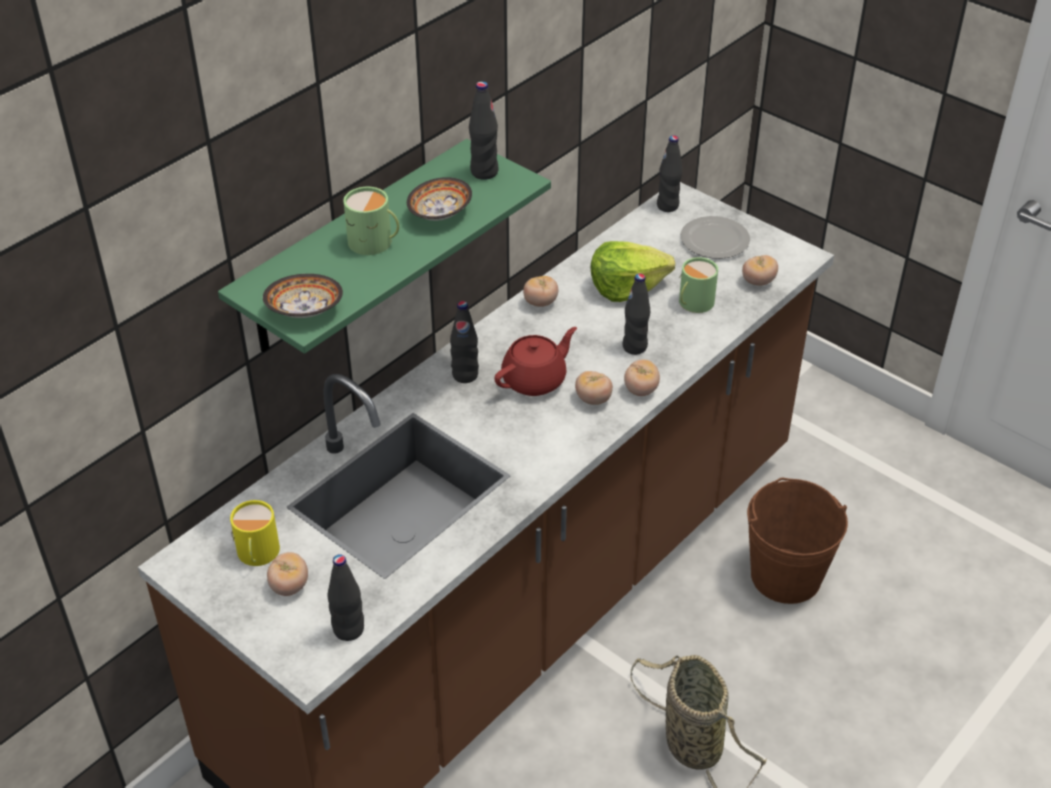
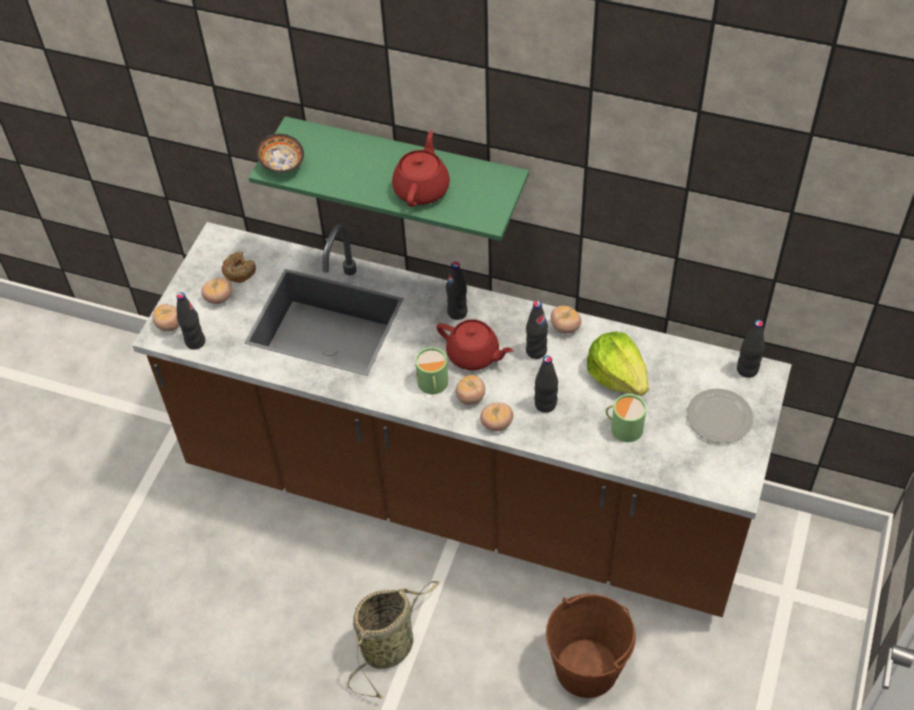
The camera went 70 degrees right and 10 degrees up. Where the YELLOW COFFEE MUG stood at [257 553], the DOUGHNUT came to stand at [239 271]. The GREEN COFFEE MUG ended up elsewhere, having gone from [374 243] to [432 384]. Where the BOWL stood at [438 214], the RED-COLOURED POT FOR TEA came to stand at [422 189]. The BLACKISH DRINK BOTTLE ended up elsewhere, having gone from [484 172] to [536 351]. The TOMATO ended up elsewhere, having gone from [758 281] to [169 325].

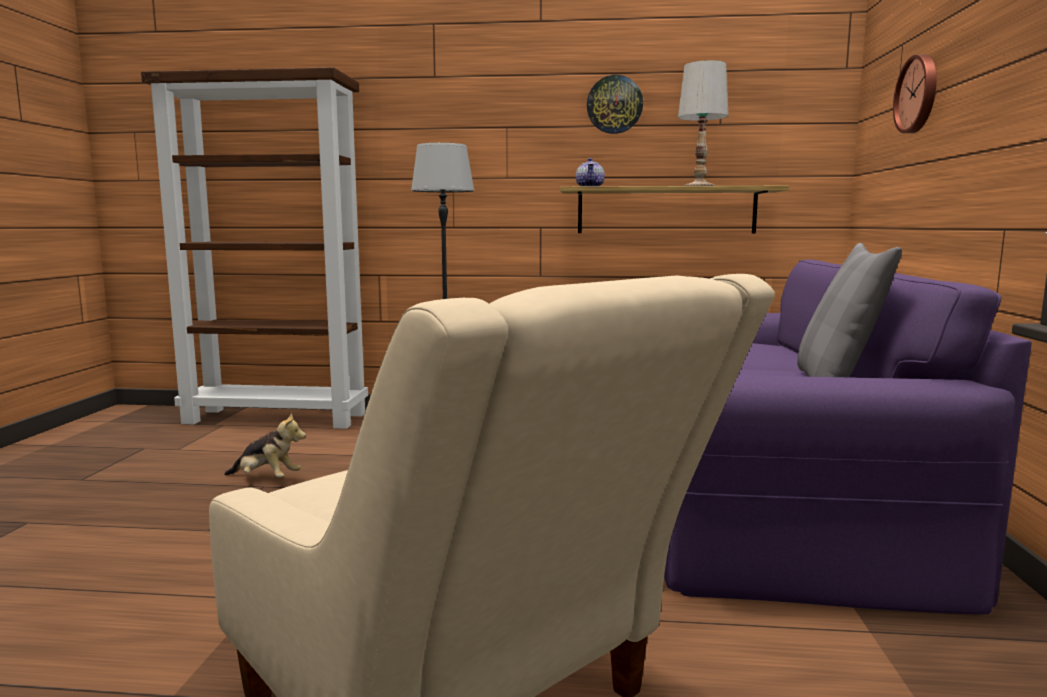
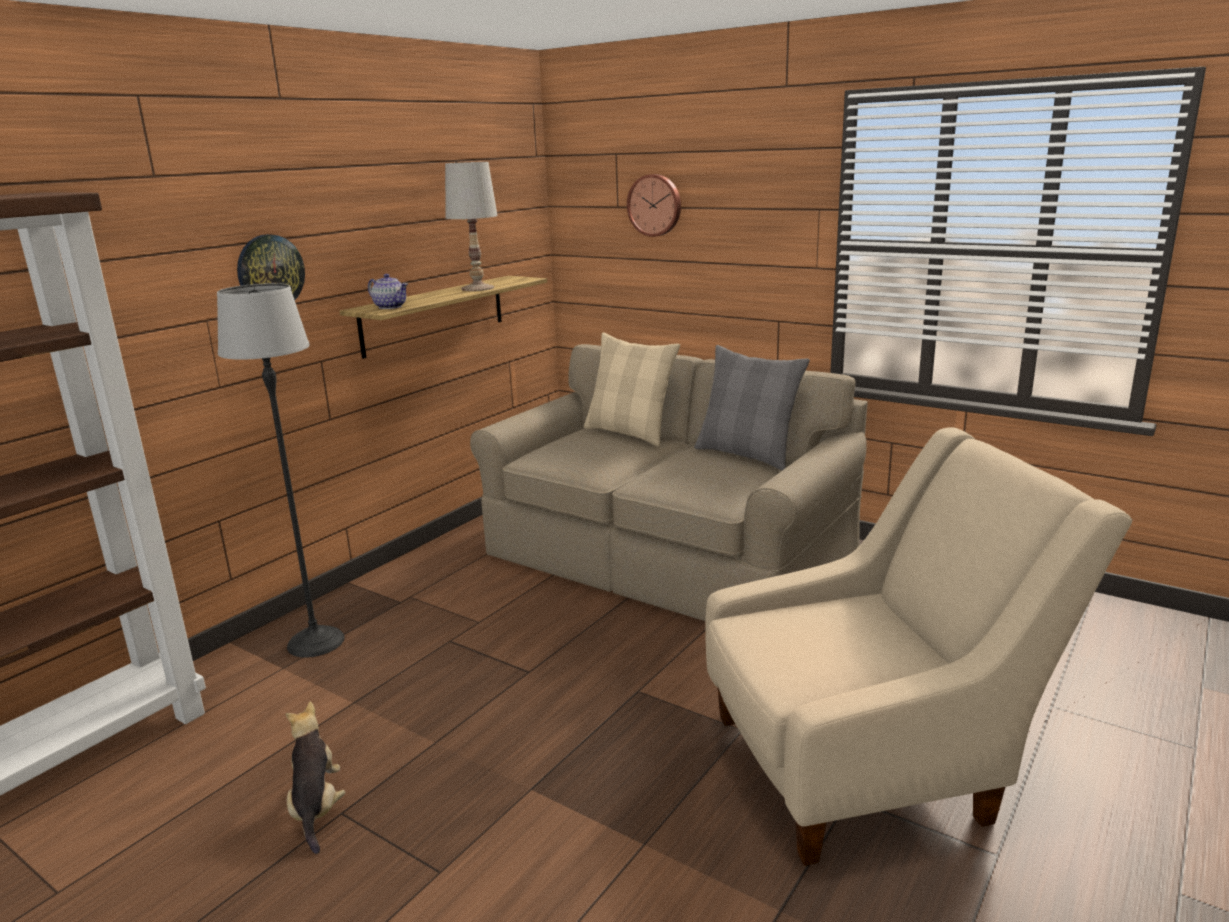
The camera went 60 degrees left and 10 degrees up. The PLUSH TOY at [266 479] ended up facing another way, 60 degrees counterclockwise from before. The HANGING CLOCK ended up elsewhere, having gone from [614 104] to [270 271]. What was the PURPLE-COLOURED SETTEE at [760 498] turned into the BEIGE-COLOURED SETTEE at [668 555]. The second view gained the BEIGE-COLOURED THROW PILLOW at [629 433].

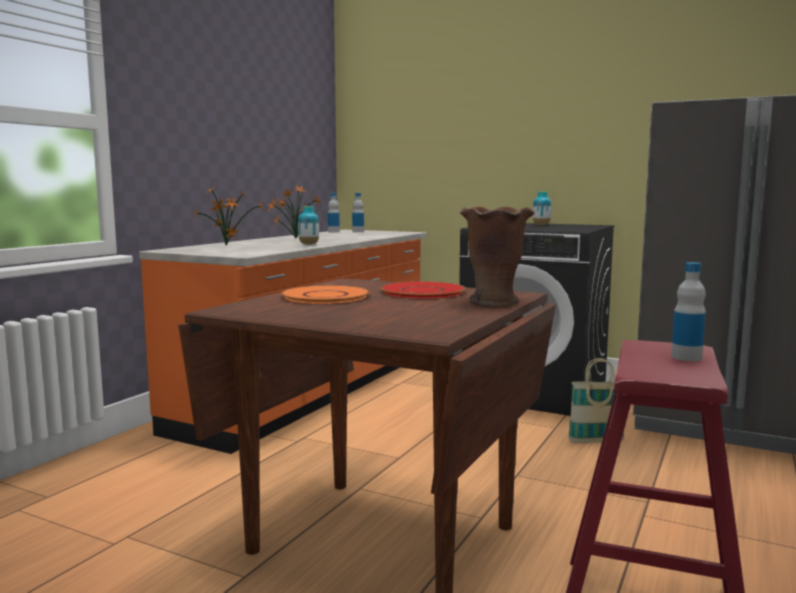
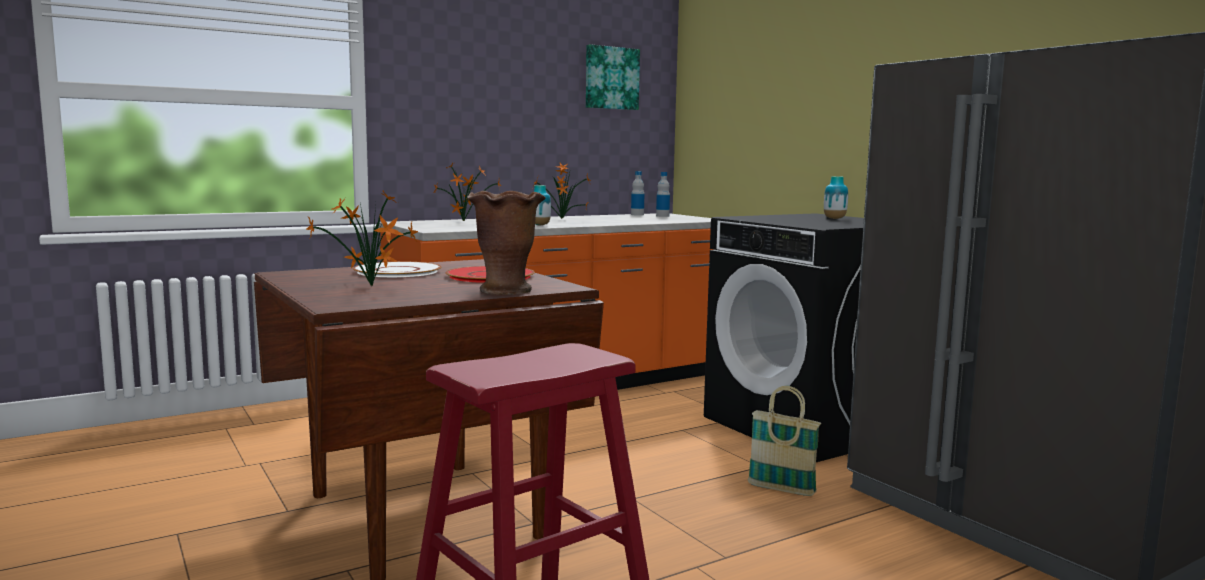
The camera went 30 degrees right and 0 degrees up. What was the ORANGE DINNER PLATE at [325 296] turned into the WHITE DINNER PLATE at [397 271]. The second view lost the DRINK BOTTLE at [686 357]. The second view gained the HOUSEPLANT at [371 287]. The second view gained the PICTURE at [611 78].

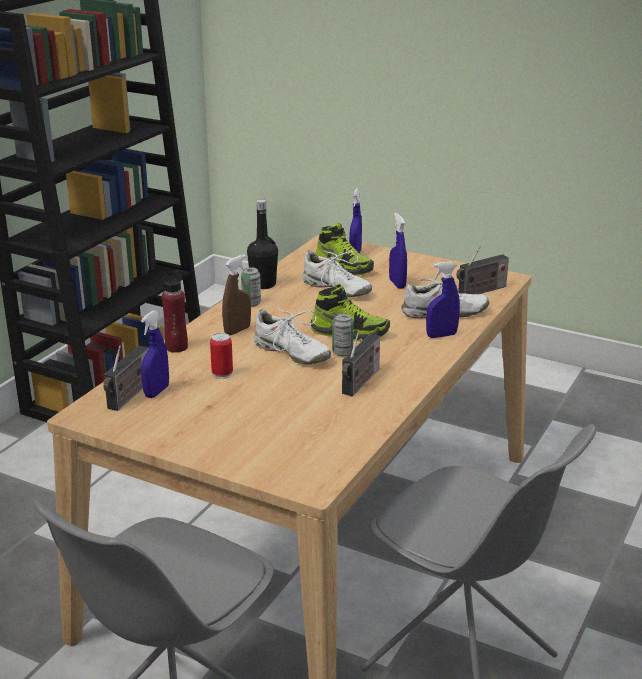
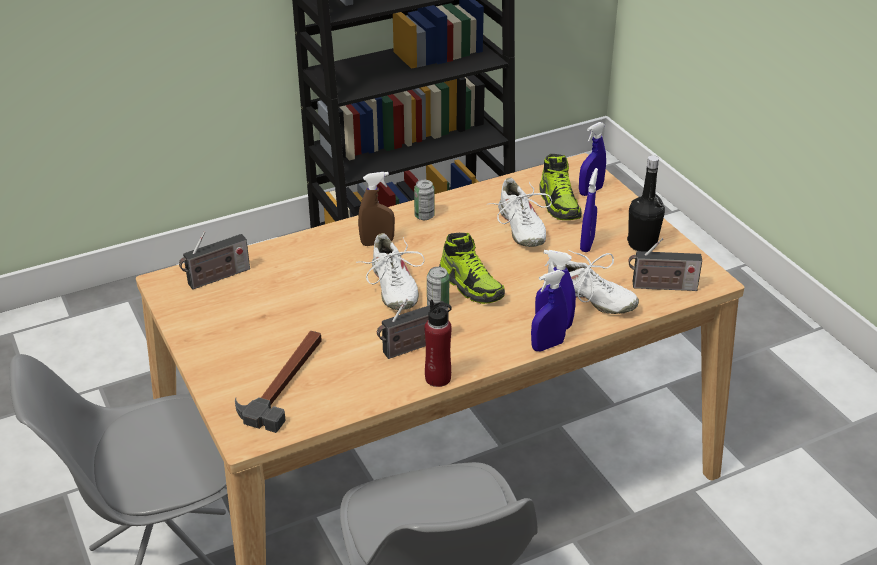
The camera went 35 degrees right and 10 degrees up. The BLUE SPRAY BOTTLE ended up elsewhere, having gone from [156 392] to [547 345]. The RED-COLOURED DRINK BOTTLE ended up elsewhere, having gone from [176 347] to [438 378]. The second view lost the CAN at [222 374]. The BLACKISH DRINK BOTTLE ended up elsewhere, having gone from [263 284] to [642 244]. The second view gained the HAMMER at [285 381].

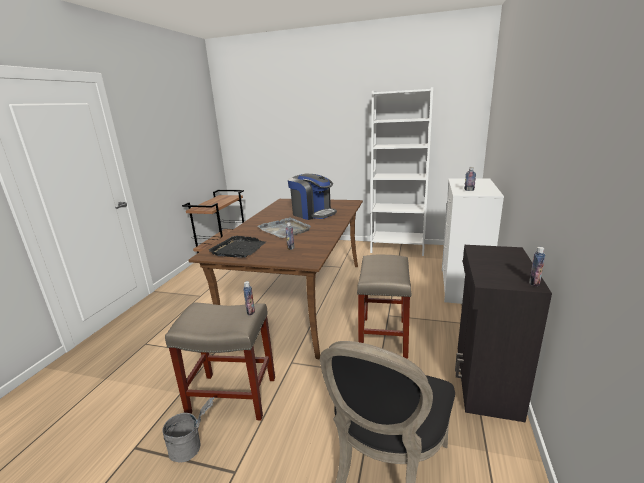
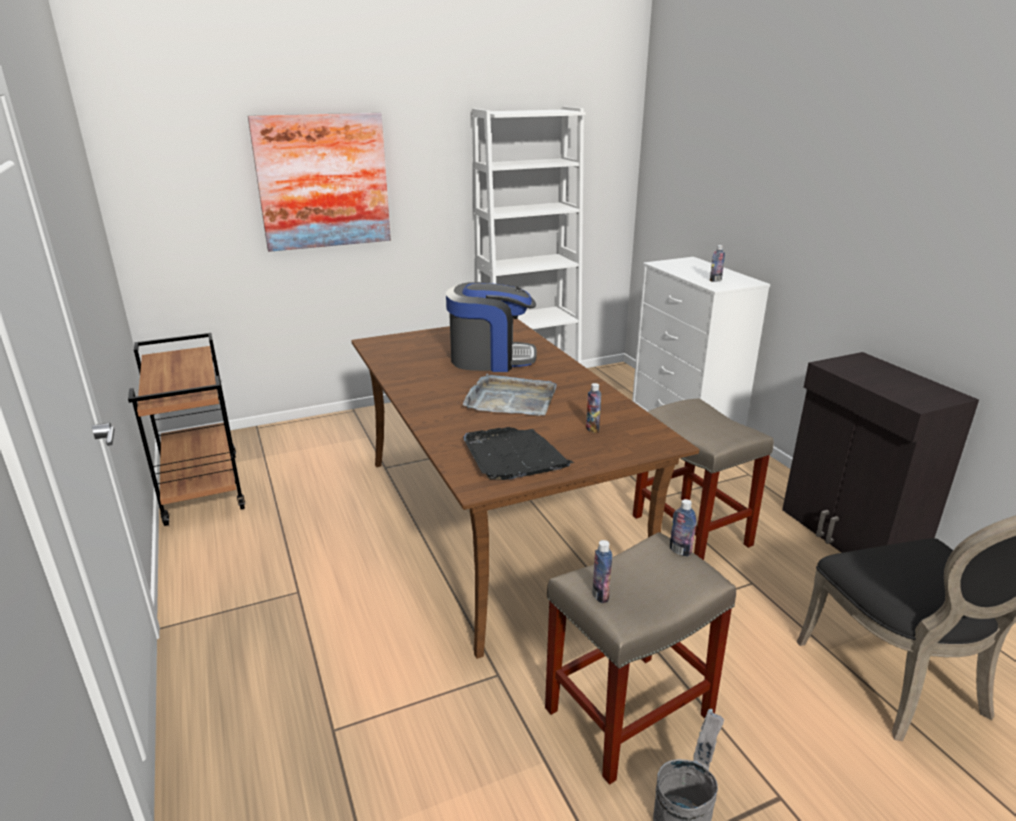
The camera went 40 degrees left and 5 degrees up. The DRINK BOTTLE ended up elsewhere, having gone from [534 283] to [600 595]. The second view gained the PICTURE at [323 182].

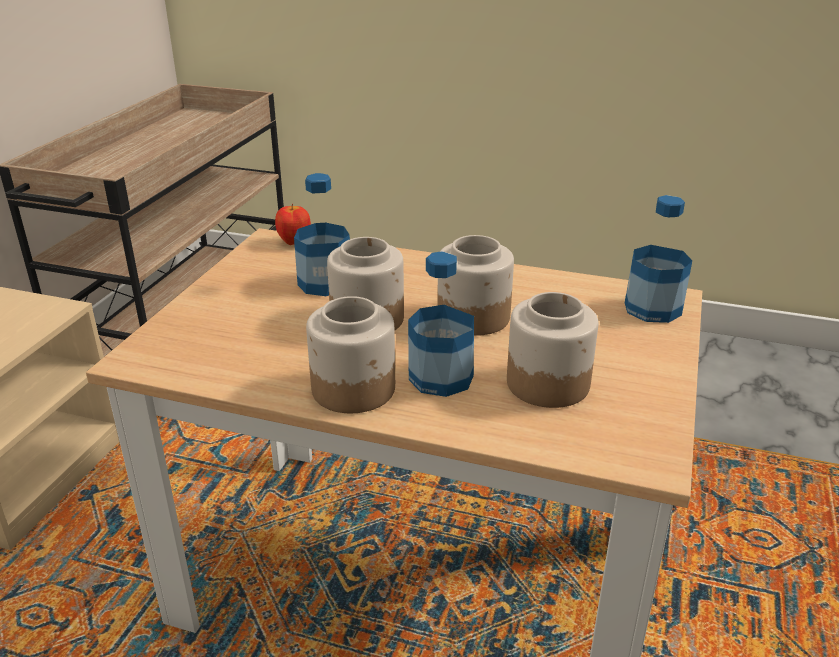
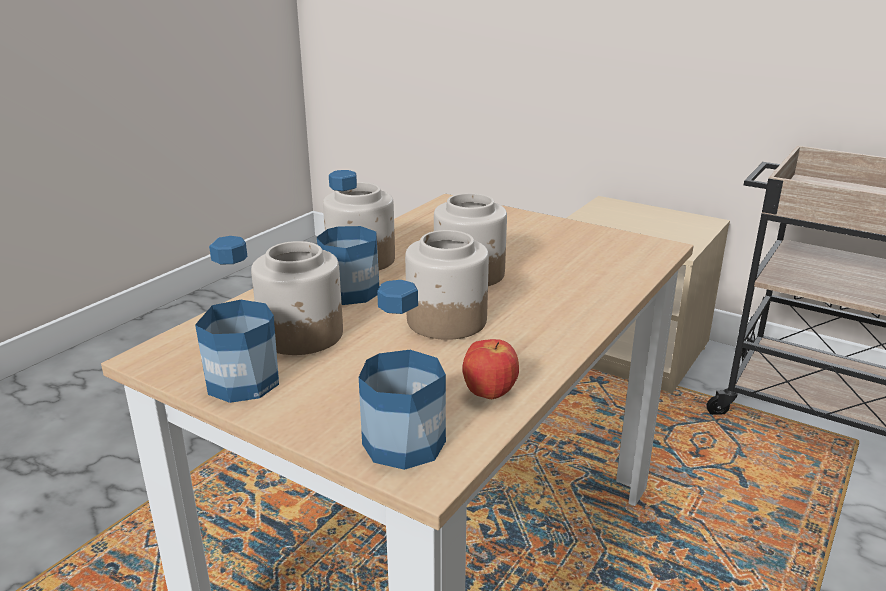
The camera went 105 degrees right and 5 degrees down. The WHOLE APPLE ended up elsewhere, having gone from [294 243] to [490 394]. The DRINK BOTTLE ended up elsewhere, having gone from [324 283] to [243 382].

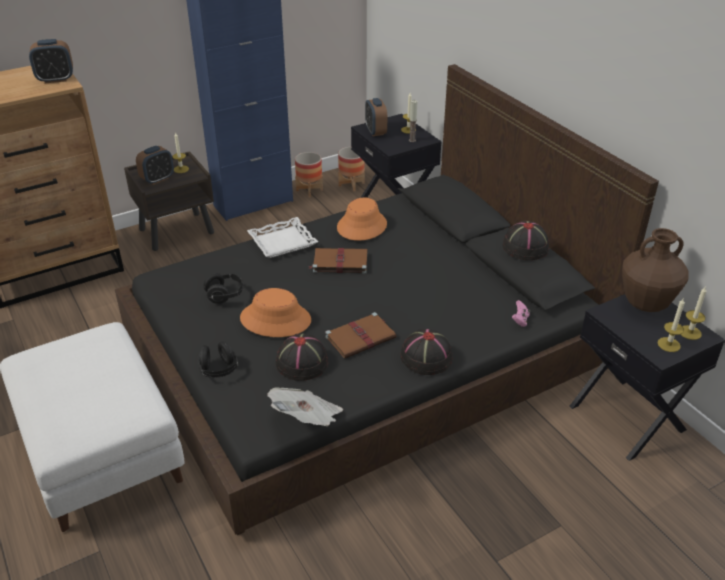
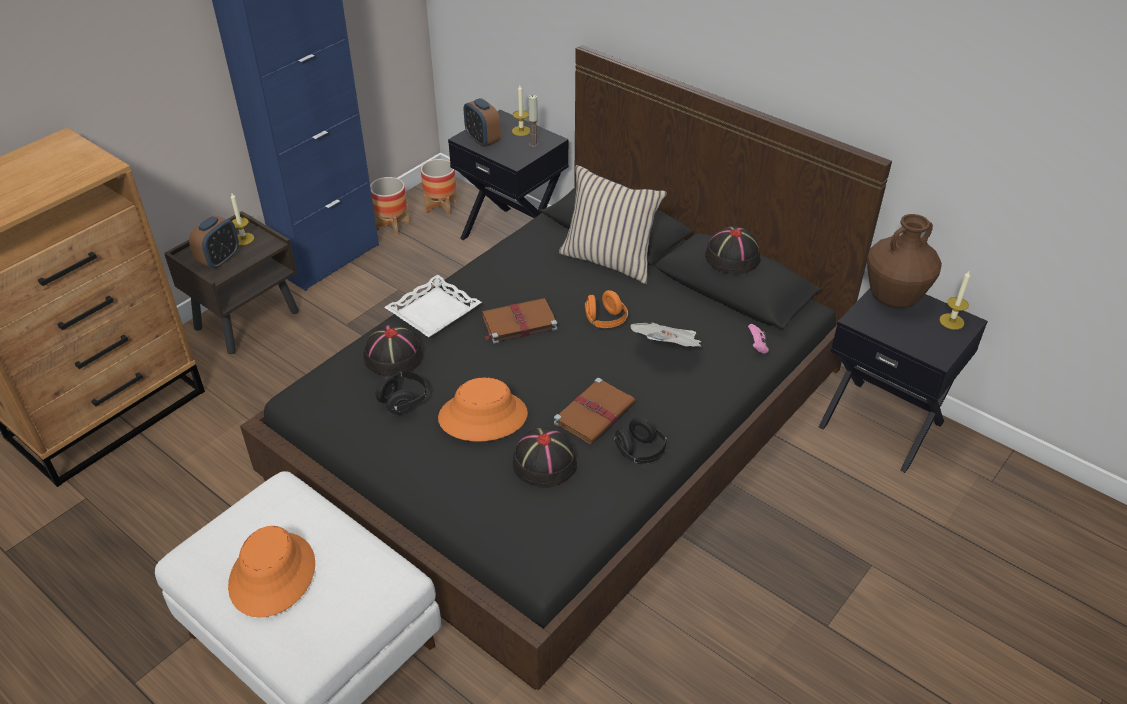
The camera went 20 degrees left and 5 degrees up. The second view lost the TABLE CLOCK at [55 79]. The BLACKISH HEADPHONES ended up elsewhere, having gone from [219 370] to [640 452]. The NEWSPAPER ended up elsewhere, having gone from [307 419] to [667 348]. The ORANGE HAT ended up elsewhere, having gone from [361 226] to [272 575]. The BLACKISH HAT ended up elsewhere, having gone from [425 357] to [392 357]. The second view lost the CANDLE at [668 344]. The second view gained the BEIGE-COLOURED THROW PILLOW at [609 260]. The second view gained the ORANGE HEADPHONES at [605 321].

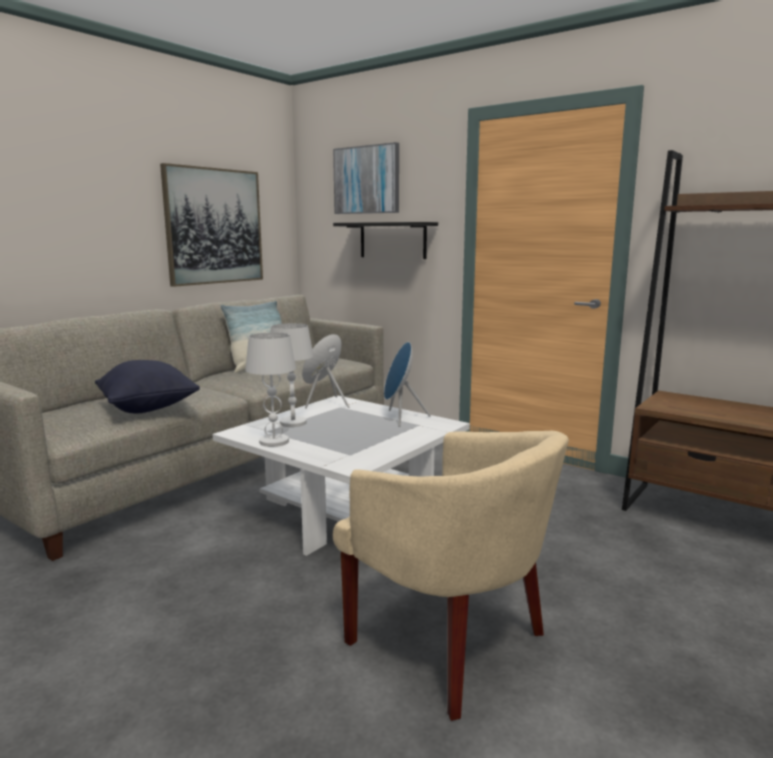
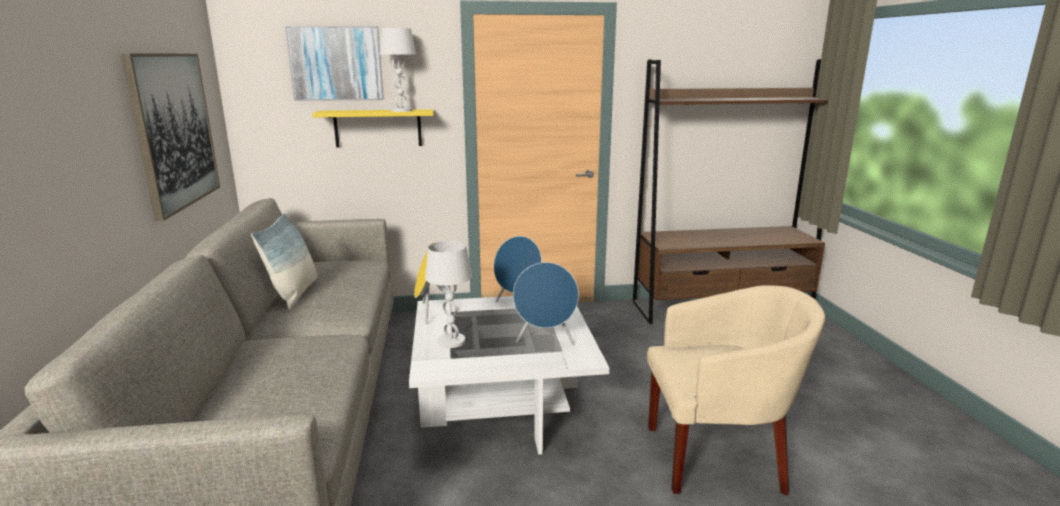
The camera went 45 degrees left and 5 degrees up. The second view lost the BLACKISH THROW PILLOW at [148 408]. The WHITE LAMP FOR A TABLE ended up elsewhere, having gone from [273 442] to [401 110]. What was the BLACKISH BRACKET SHELF at [392 240] turned into the YELLOW BRACKET SHELF at [378 128]. The second view gained the BLUE SPEAKER at [545 340].

